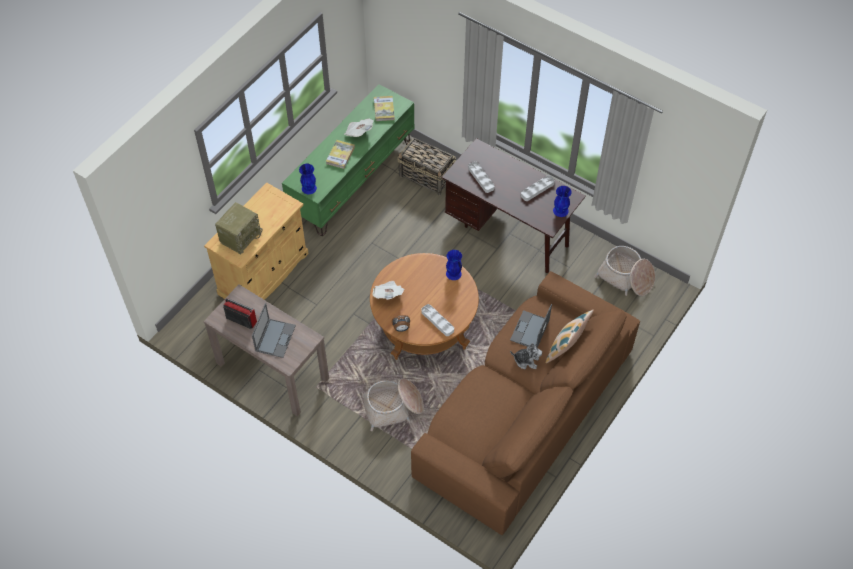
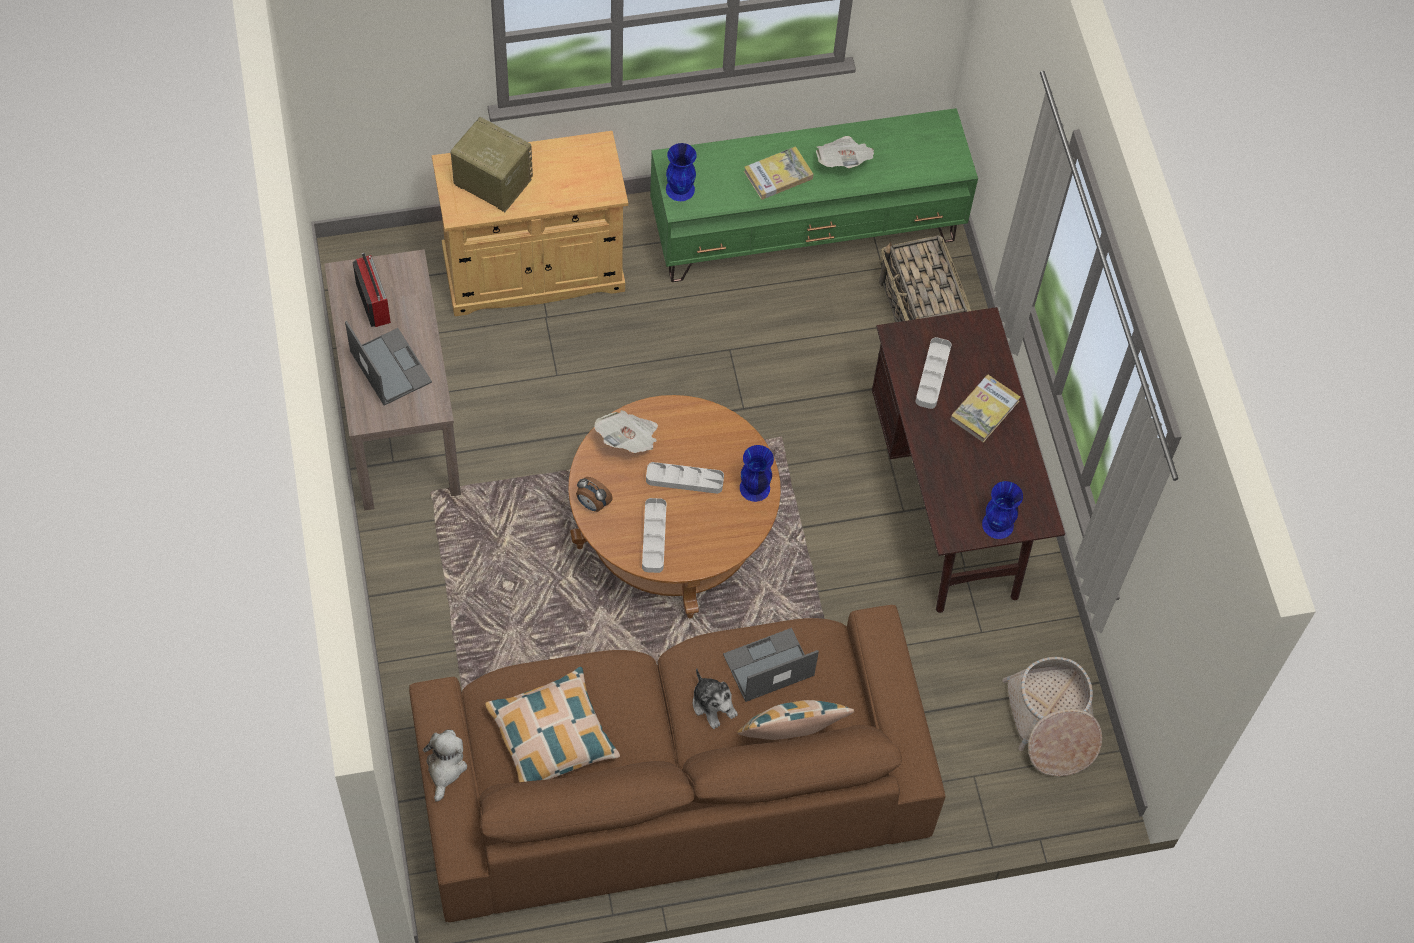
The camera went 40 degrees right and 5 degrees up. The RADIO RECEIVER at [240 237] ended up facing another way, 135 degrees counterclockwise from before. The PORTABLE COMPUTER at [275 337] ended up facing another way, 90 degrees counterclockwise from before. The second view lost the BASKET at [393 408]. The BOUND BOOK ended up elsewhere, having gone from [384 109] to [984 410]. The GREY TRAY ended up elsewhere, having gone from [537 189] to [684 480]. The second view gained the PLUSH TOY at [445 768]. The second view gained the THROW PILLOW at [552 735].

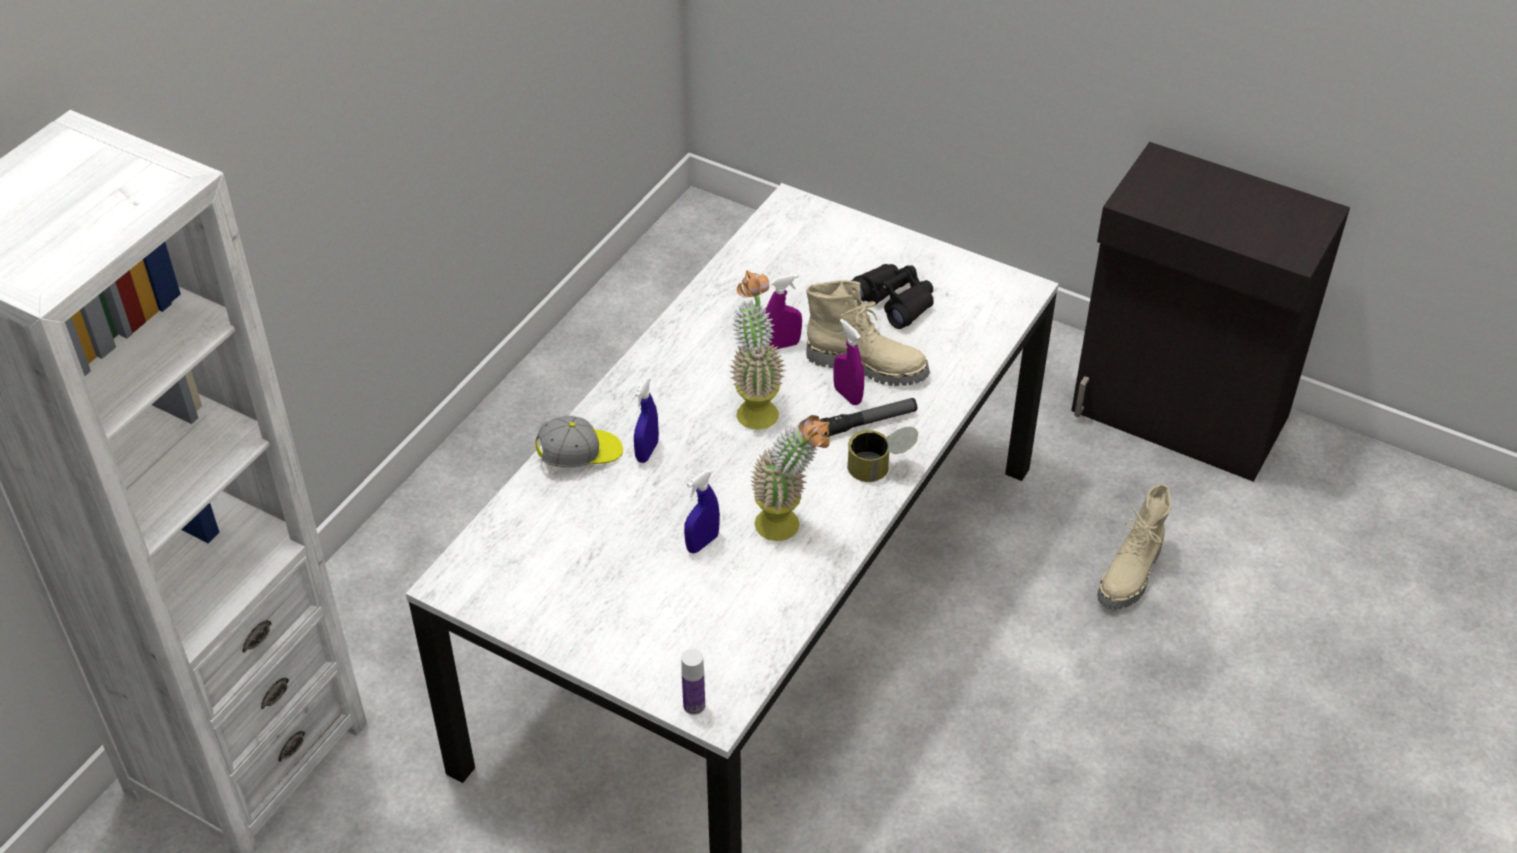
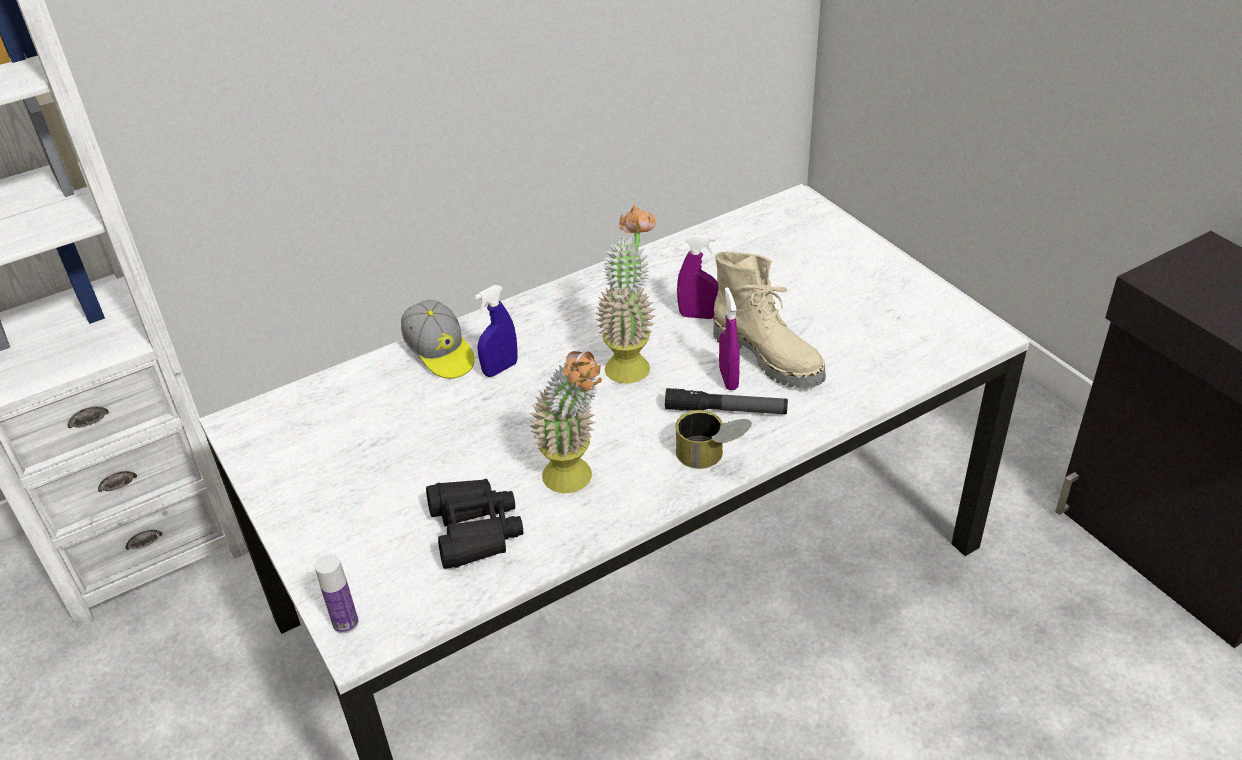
The camera went 30 degrees right and 5 degrees down. The BASEBALL CAP at [580 455] ended up facing another way, 45 degrees clockwise from before. The second view lost the BLUE SPRAY BOTTLE at [702 543]. The BLACKISH FIELD GLASSES ended up elsewhere, having gone from [894 302] to [474 530]. The second view lost the BEIGE-COLOURED HIGH-TOP BOOT at [1131 575].

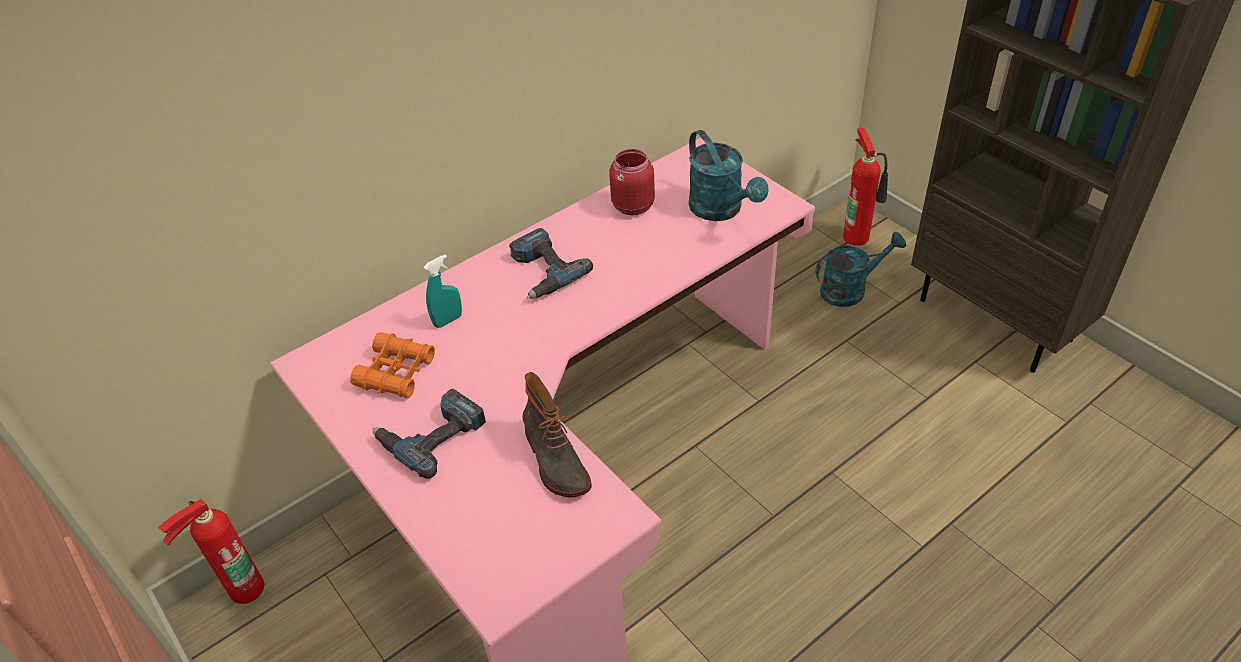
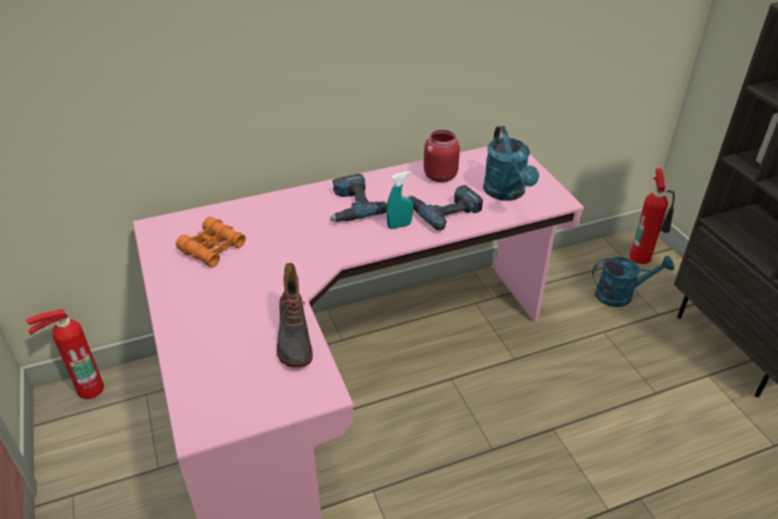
The camera went 15 degrees right and 5 degrees down. The POWER DRILL ended up elsewhere, having gone from [432 435] to [444 210]. The TURQUOISE-COLOURED SPRAY BOTTLE ended up elsewhere, having gone from [448 320] to [399 226].

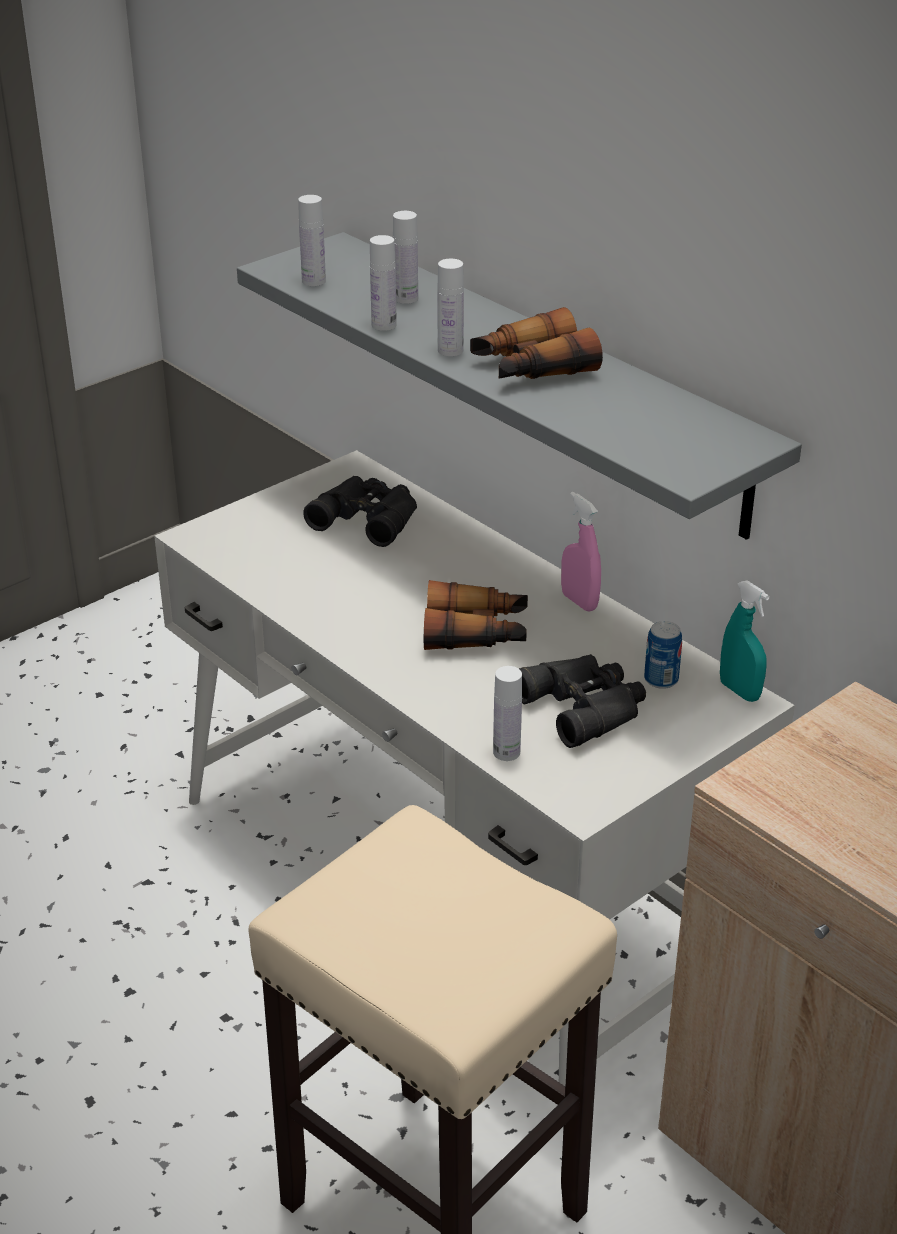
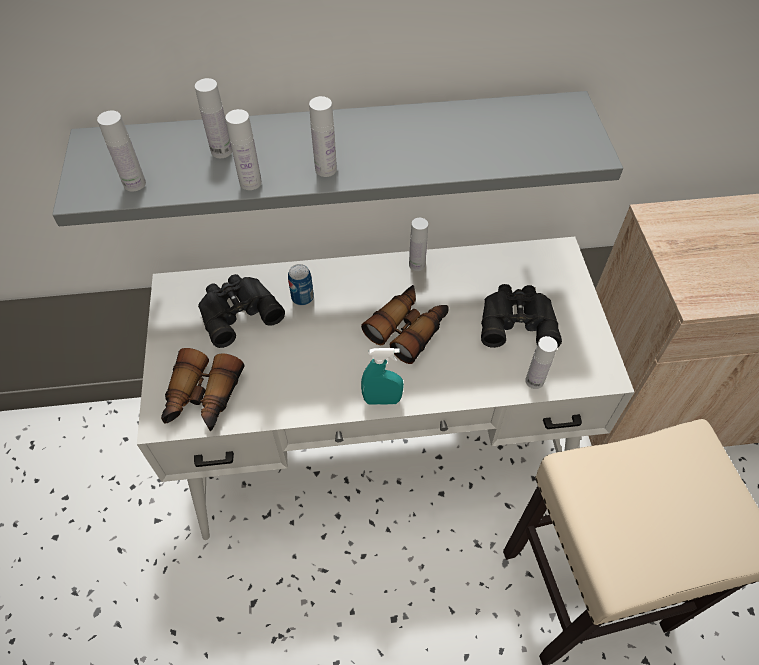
The camera went 55 degrees left and 20 degrees up. The FIELD GLASSES ended up elsewhere, having gone from [531 368] to [202 398]. Where the PINKISH SPRAY BOTTLE stood at [579 601], the WHITE DRINK BOTTLE came to stand at [417 265]. The CAN ended up elsewhere, having gone from [661 679] to [302 297]. The TURQUOISE-COLOURED SPRAY BOTTLE ended up elsewhere, having gone from [739 691] to [382 400].

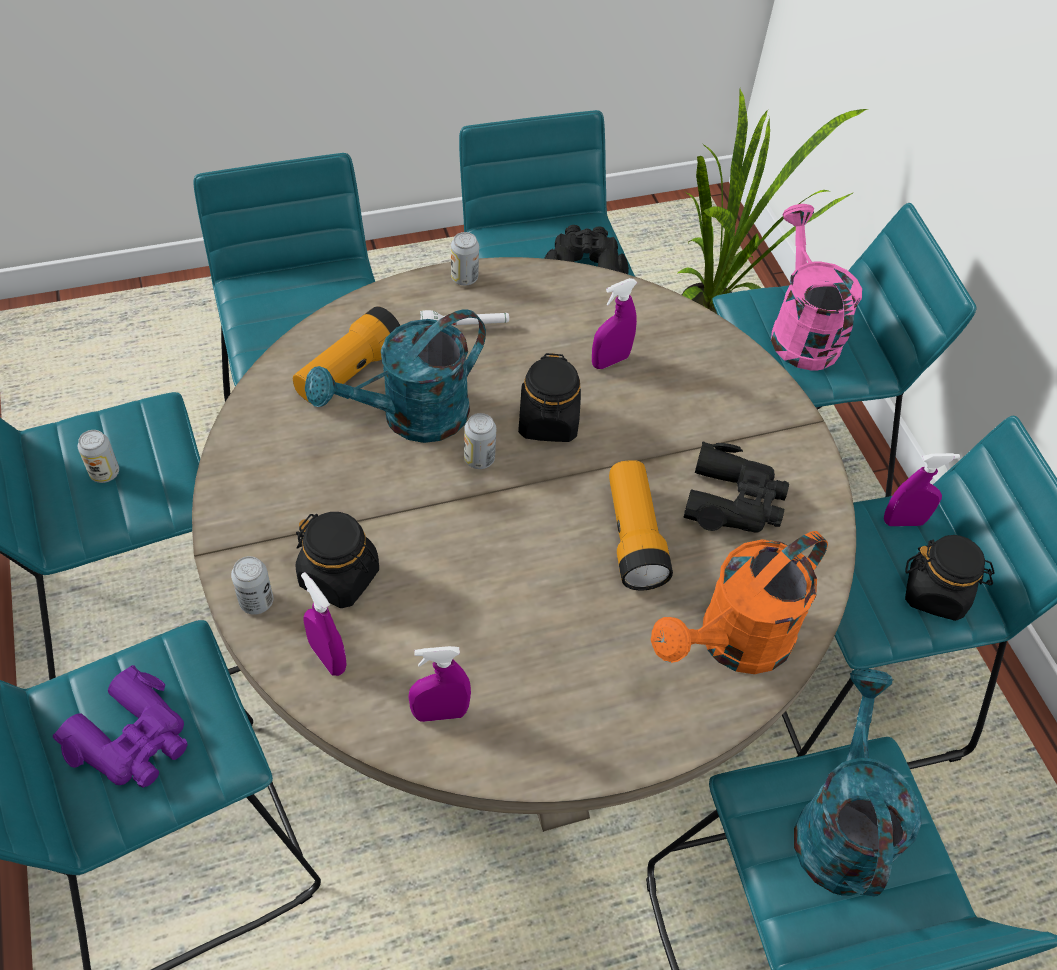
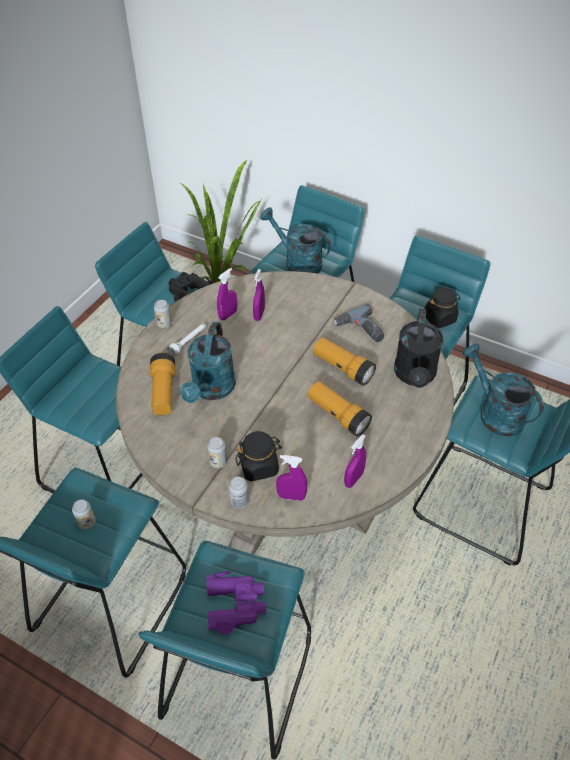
The camera went 40 degrees left and 5 degrees down. The CAN ended up elsewhere, having gone from [479 459] to [218 462]. The second view lost the BLACKISH STORAGE JAR at [548 421]. What was the ORANGE WATERING CAN at [733 643] turned into the BLACKISH WATERING CAN at [415 376]. Where the BLACKISH FIELD GLASSES stood at [734 500], the POWER DRILL came to stand at [359 330]. What was the PINKISH WATERING CAN at [800 331] turned into the TURQUOISE-COLOURED WATERING CAN at [297 262]. The PURPLE-COLOURED SPRAY BOTTLE ended up elsewhere, having gone from [903 521] to [228 315]. The second view gained the TORCH at [337 415].

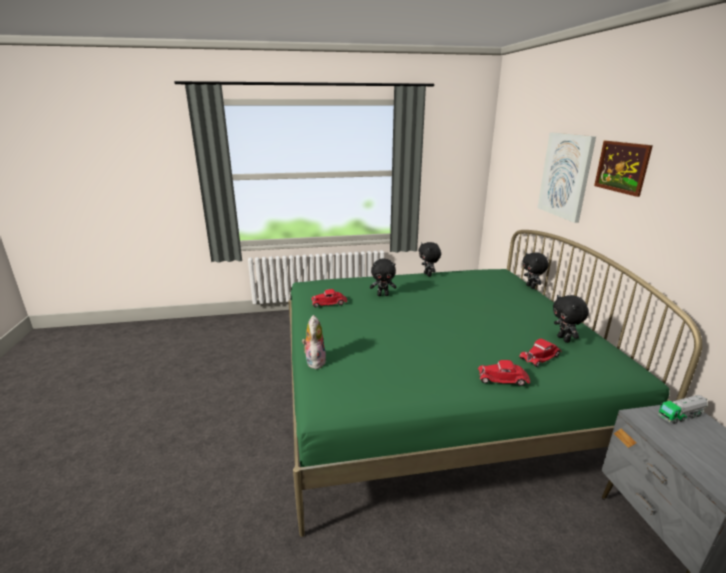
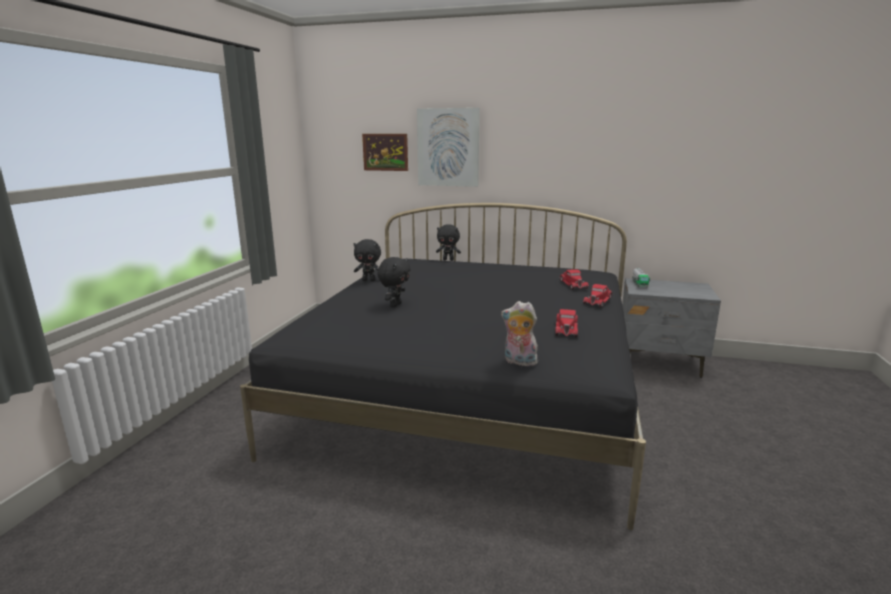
The camera went 65 degrees left and 5 degrees down. What was the GREEN BEDROOM BED at [433 397] turned into the BLACKISH BEDROOM BED at [470 393]. The RED-COLOURED MINIATURE CAR ended up elsewhere, having gone from [329 303] to [566 328]. The second view lost the BLACKISH PLUSH TOY at [564 339]. The PICTURE ended up elsewhere, having gone from [622 167] to [385 152].

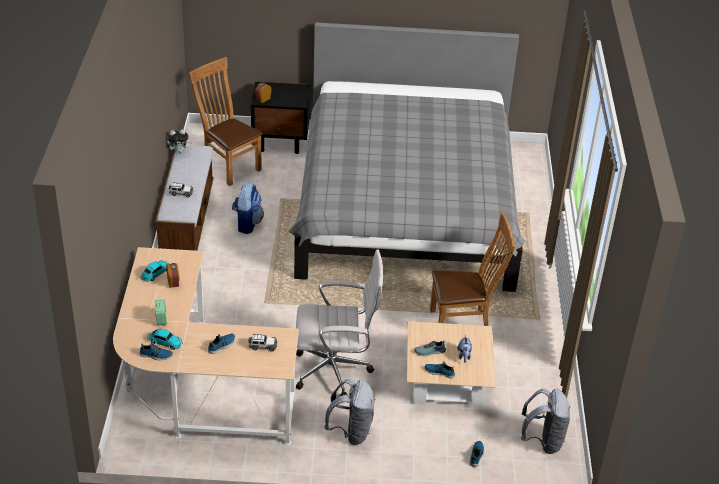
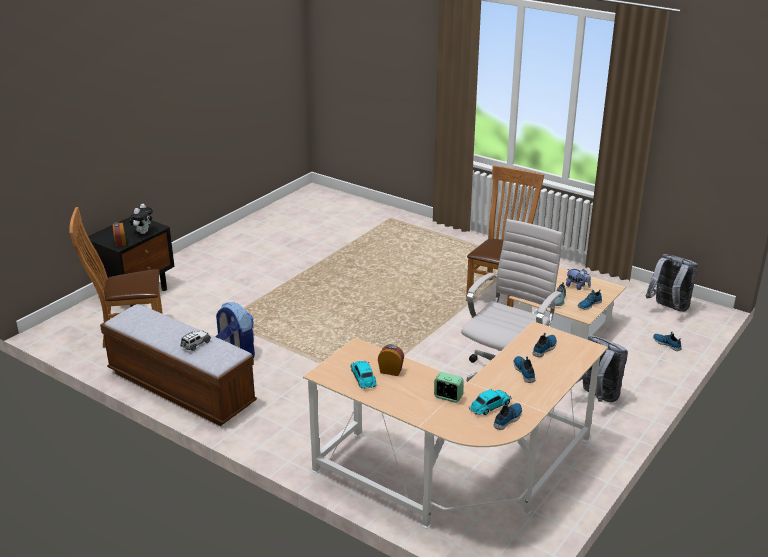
The camera went 55 degrees left and 10 degrees down. The PLUSH TOY ended up elsewhere, having gone from [179 151] to [143 232]. Where the MINIATURE CAR stood at [263 346], the SHOE came to stand at [545 348]. The second view lost the GREY BEDROOM BED at [405 207].

